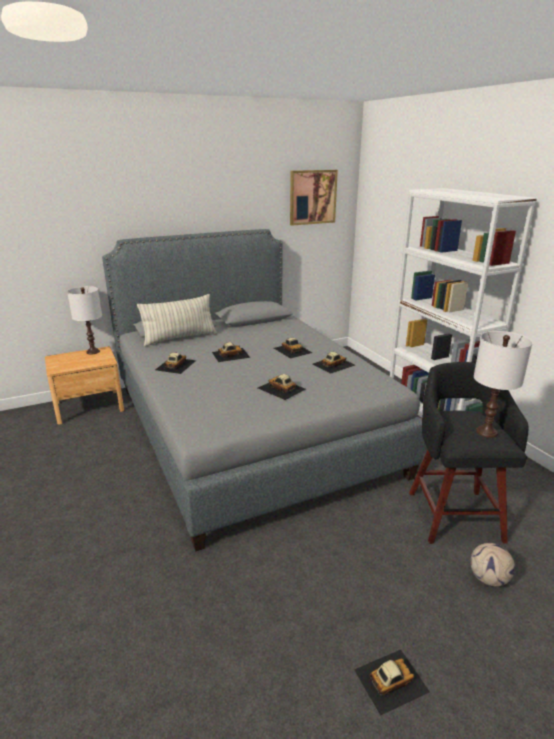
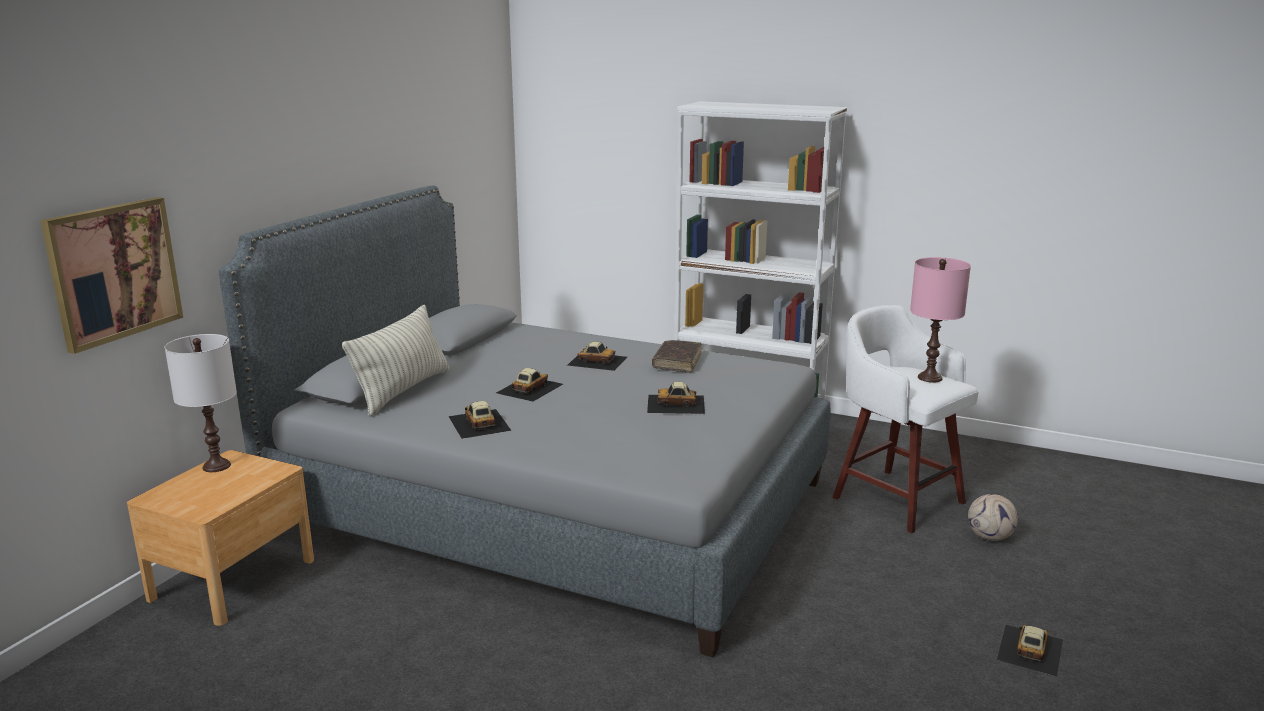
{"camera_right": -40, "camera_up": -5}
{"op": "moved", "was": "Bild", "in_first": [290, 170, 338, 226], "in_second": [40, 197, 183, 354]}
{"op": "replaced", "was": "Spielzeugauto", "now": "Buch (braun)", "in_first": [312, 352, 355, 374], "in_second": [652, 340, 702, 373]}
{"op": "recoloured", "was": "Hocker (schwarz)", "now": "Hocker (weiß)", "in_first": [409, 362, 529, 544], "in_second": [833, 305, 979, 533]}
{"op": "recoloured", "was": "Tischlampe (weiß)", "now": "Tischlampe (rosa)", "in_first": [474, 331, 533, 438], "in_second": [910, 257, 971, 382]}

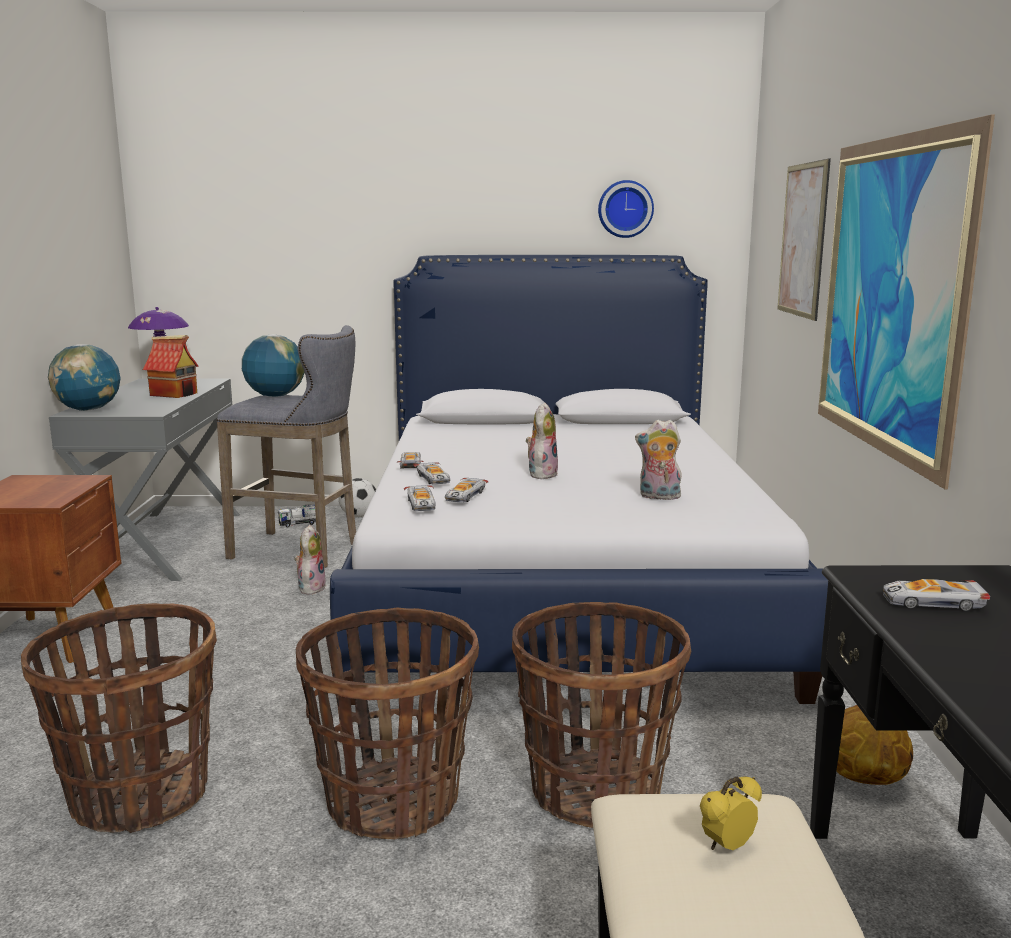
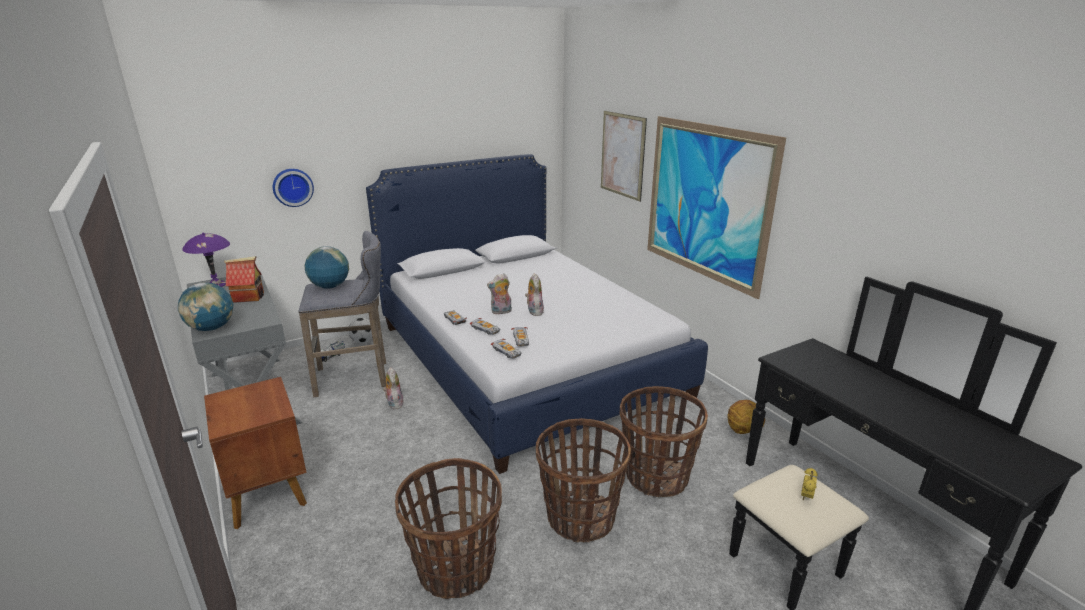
{"camera_right": -30, "camera_up": 10}
{"op": "moved", "was": "Wanduhr", "in_first": [598, 180, 654, 238], "in_second": [273, 169, 314, 207]}
{"op": "moved", "was": "Plüschtier", "in_first": [635, 420, 682, 500], "in_second": [487, 273, 512, 315]}
{"op": "removed", "was": "Spielzeugauto", "in_first": [883, 579, 990, 611]}

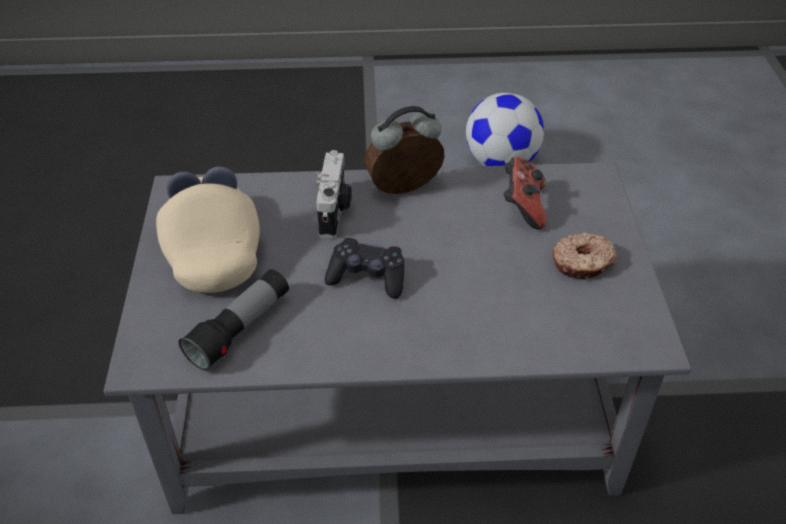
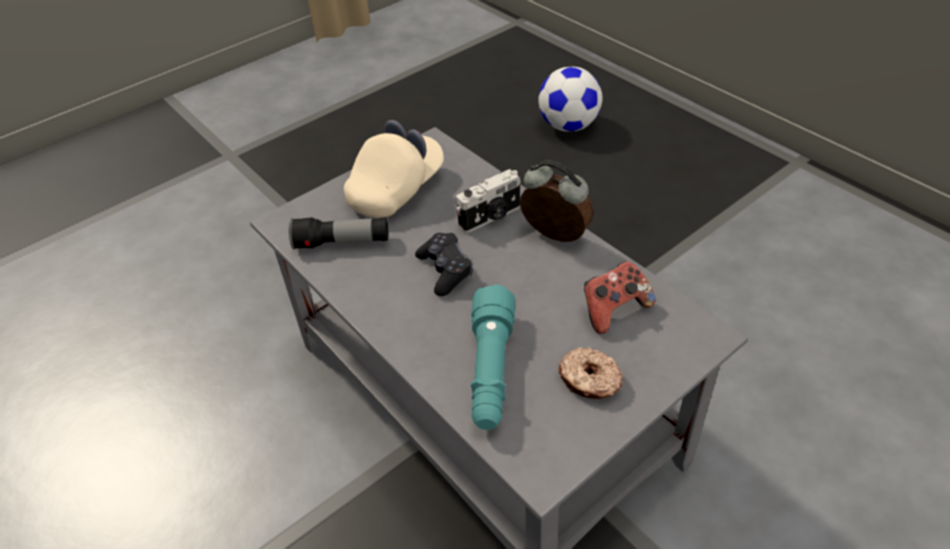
{"camera_right": 55, "camera_up": 0}
{"op": "added", "now": "Taschenlampe (türkis)", "in_second": [471, 285, 515, 430]}
{"op": "moved", "was": "Fußball", "in_first": [466, 93, 544, 166], "in_second": [538, 67, 602, 132]}

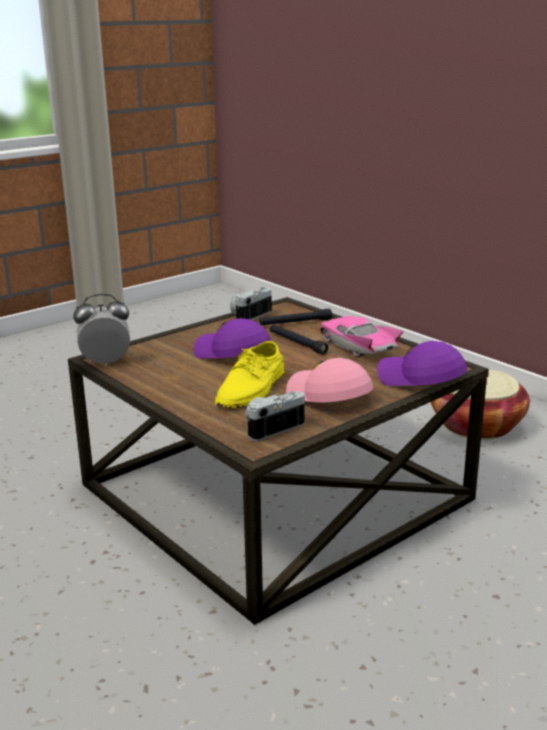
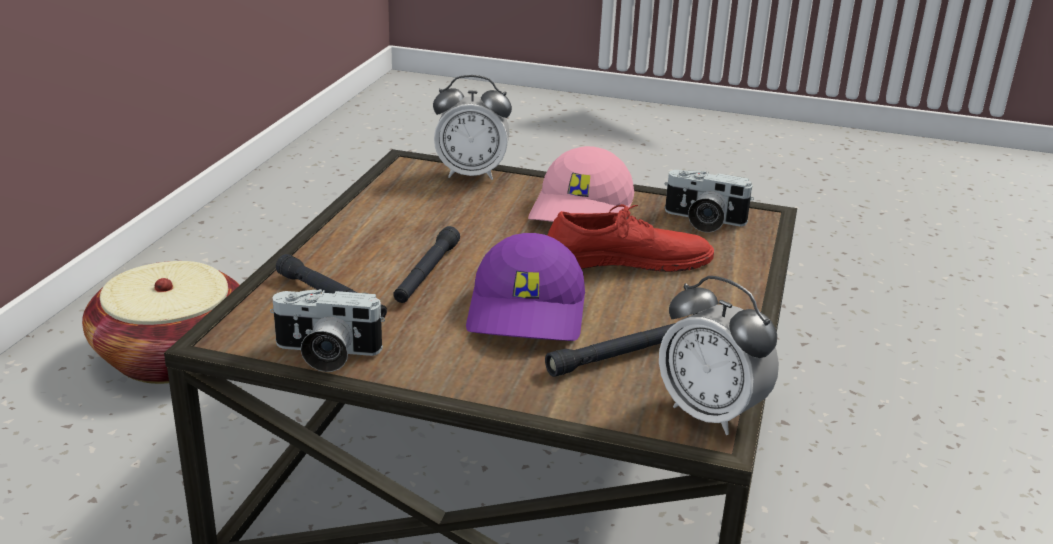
{"camera_right": -125, "camera_up": 5}
{"op": "replaced", "was": "Kappe (lila)", "now": "Wecker", "in_first": [377, 341, 467, 386], "in_second": [433, 75, 512, 180]}
{"op": "added", "now": "Taschenlampe (schwarz)", "in_second": [545, 323, 675, 377]}
{"op": "recoloured", "was": "Schuh (gelb)", "now": "Schuh (rot)", "in_first": [215, 341, 284, 408], "in_second": [547, 204, 714, 272]}
{"op": "removed", "was": "Spielzeugauto (rosa)", "in_first": [320, 316, 404, 357]}

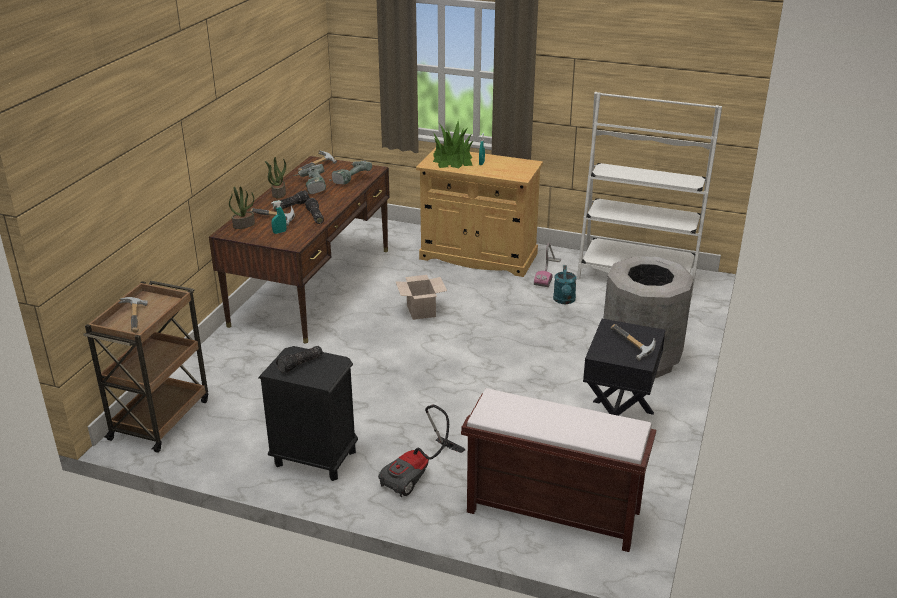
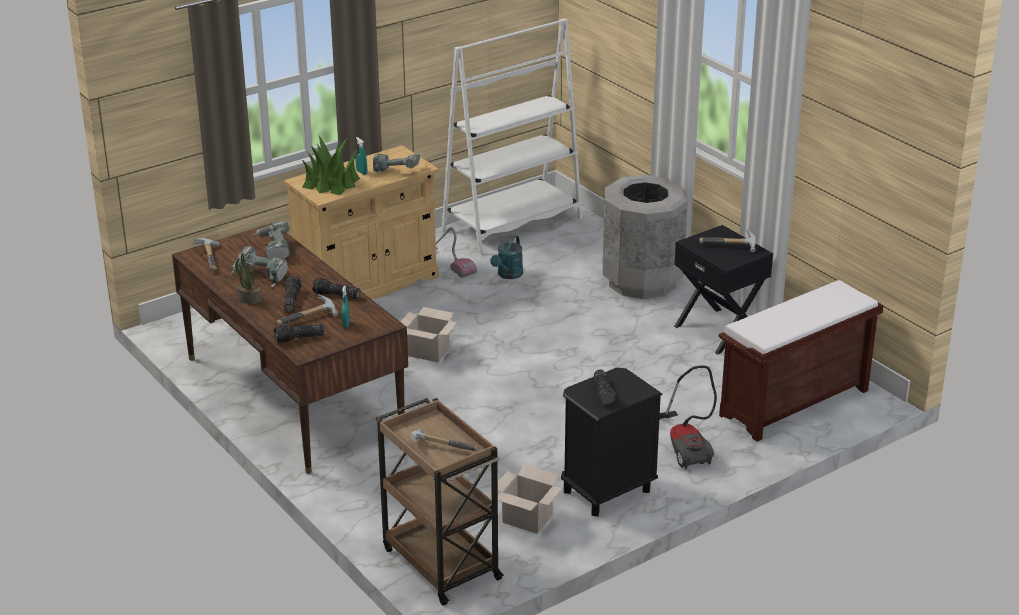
{"camera_right": -55, "camera_up": 0}
{"op": "replaced", "was": "Topfpflanze", "now": "Taschenlampe", "in_first": [229, 187, 255, 229], "in_second": [274, 324, 324, 343]}
{"op": "added", "now": "Bohrmaschine", "in_second": [373, 153, 420, 172]}
{"op": "turned", "was": "Gießkanne (türkis)", "in_first": [553, 265, 577, 304], "in_second": [490, 236, 523, 279], "clockwise": 75}
{"op": "added", "now": "Karton", "in_second": [498, 464, 562, 534]}

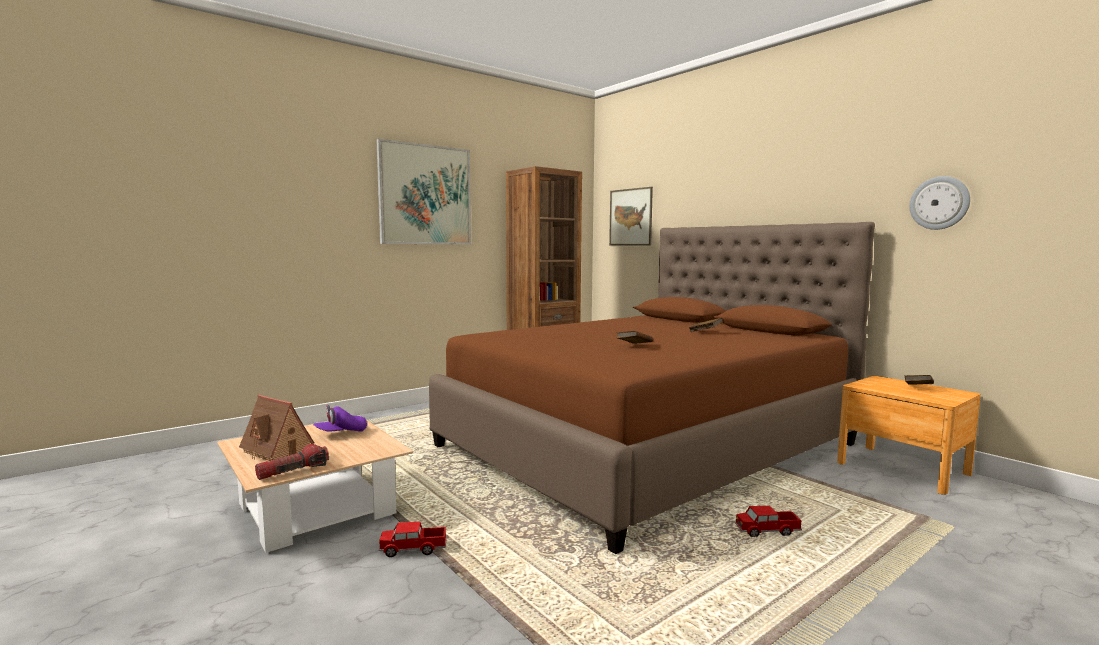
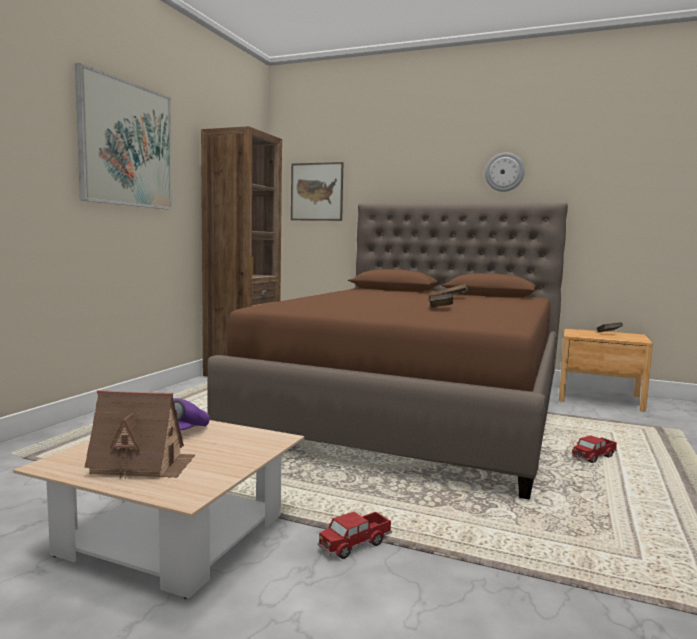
{"camera_right": -30, "camera_up": 0}
{"op": "moved", "was": "Wanduhr", "in_first": [909, 176, 970, 230], "in_second": [485, 153, 525, 192]}
{"op": "removed", "was": "Taschenlampe", "in_first": [255, 444, 329, 480]}

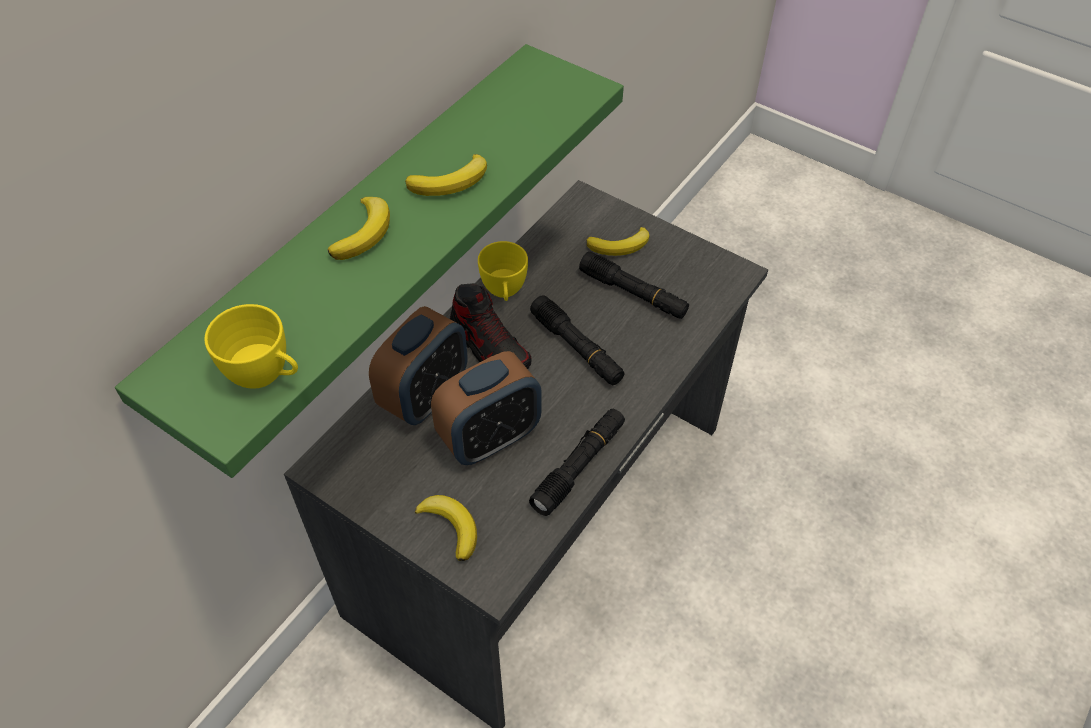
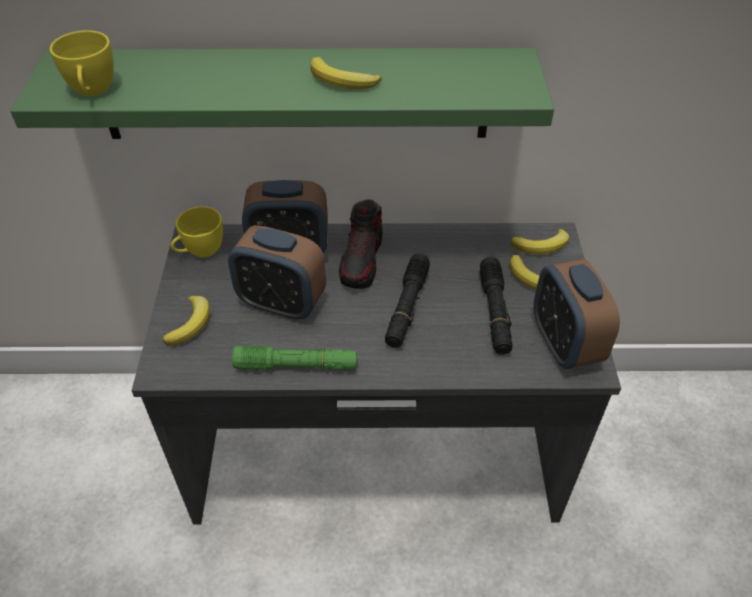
{"camera_right": 55, "camera_up": -5}
{"op": "moved", "was": "Tasse (gelb)", "in_first": [478, 241, 528, 301], "in_second": [171, 206, 223, 257]}
{"op": "recoloured", "was": "Taschenlampe (schwarz)", "now": "Taschenlampe (grün)", "in_first": [529, 409, 625, 516], "in_second": [232, 345, 358, 370]}
{"op": "moved", "was": "Banane", "in_first": [327, 197, 390, 260], "in_second": [511, 229, 569, 254]}
{"op": "added", "now": "Wecker", "in_second": [534, 259, 620, 369]}

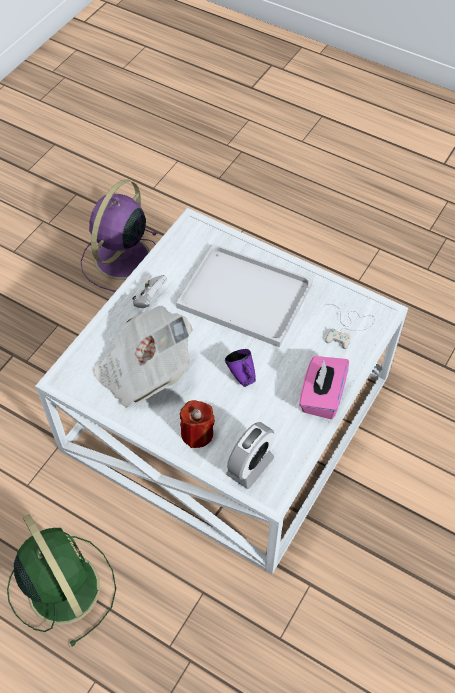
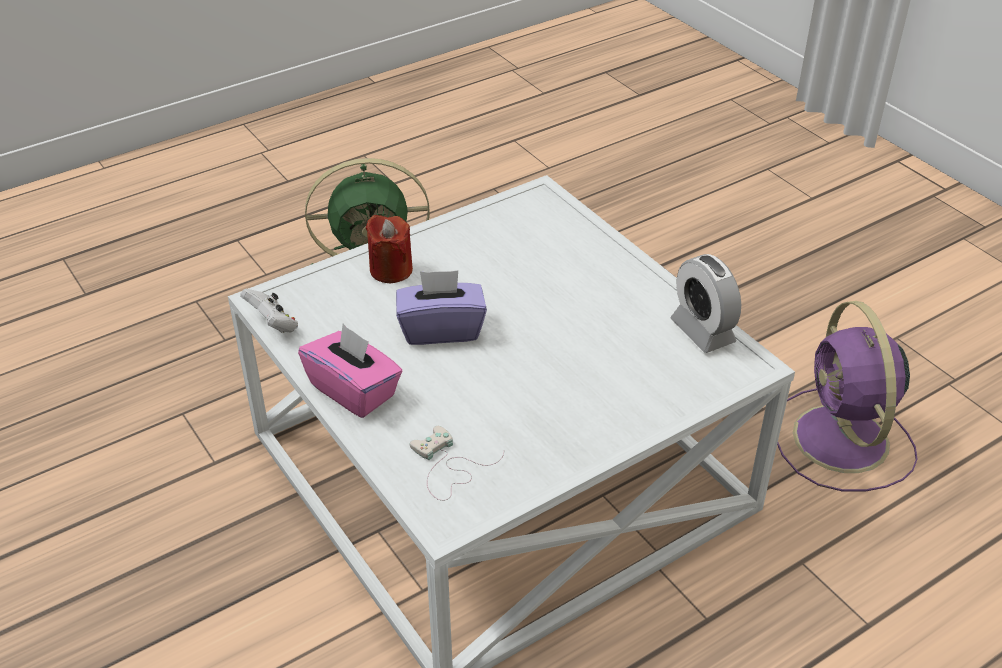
{"camera_right": 115, "camera_up": -15}
{"op": "moved", "was": "Gamepad (weiß)", "in_first": [132, 275, 167, 308], "in_second": [240, 289, 298, 333]}
{"op": "replaced", "was": "Henkelbecher (lila)", "now": "Taschentuchbox (lila)", "in_first": [225, 349, 256, 387], "in_second": [396, 270, 487, 345]}
{"op": "moved", "was": "Wecker", "in_first": [226, 422, 274, 489], "in_second": [671, 254, 741, 353]}
{"op": "turned", "was": "Ventilator (lila)", "in_first": [81, 179, 158, 292], "in_second": [777, 301, 918, 492], "clockwise": -150}
{"op": "removed", "was": "Zeitung", "in_first": [93, 306, 192, 408]}
{"op": "removed", "was": "Tablett (weiß)", "in_first": [176, 244, 313, 347]}

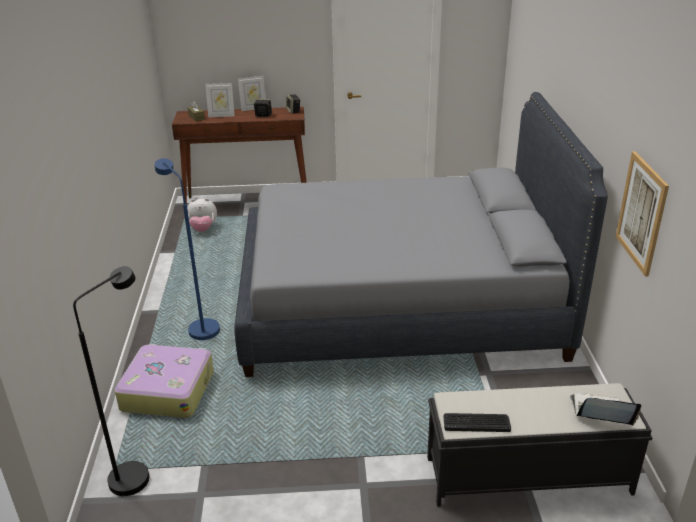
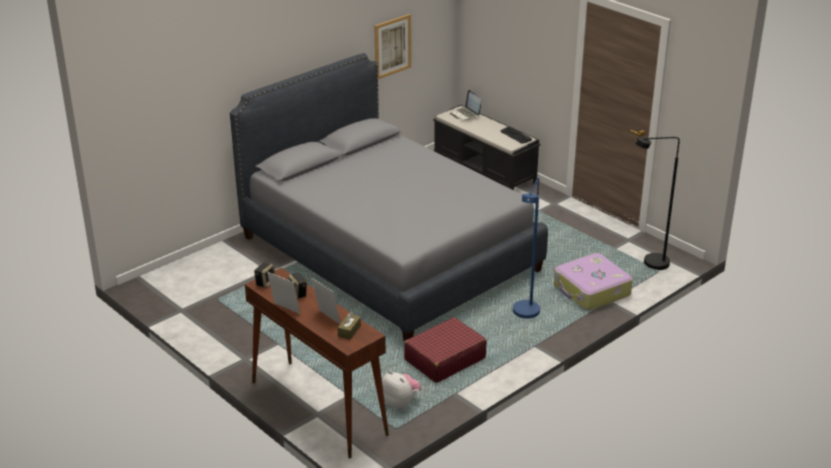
{"camera_right": -130, "camera_up": 0}
{"op": "added", "now": "Koffer (rot)", "in_second": [404, 317, 487, 383]}

